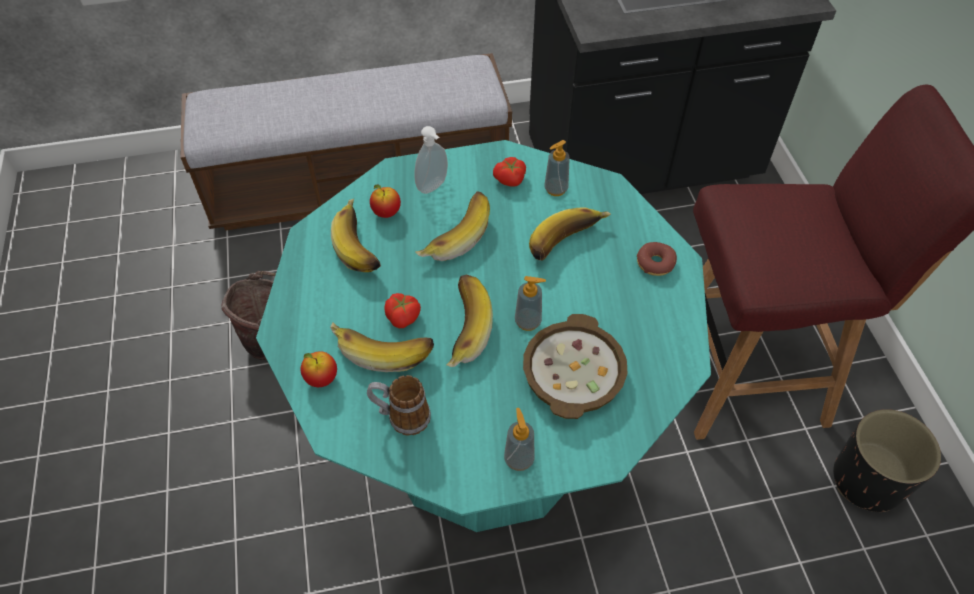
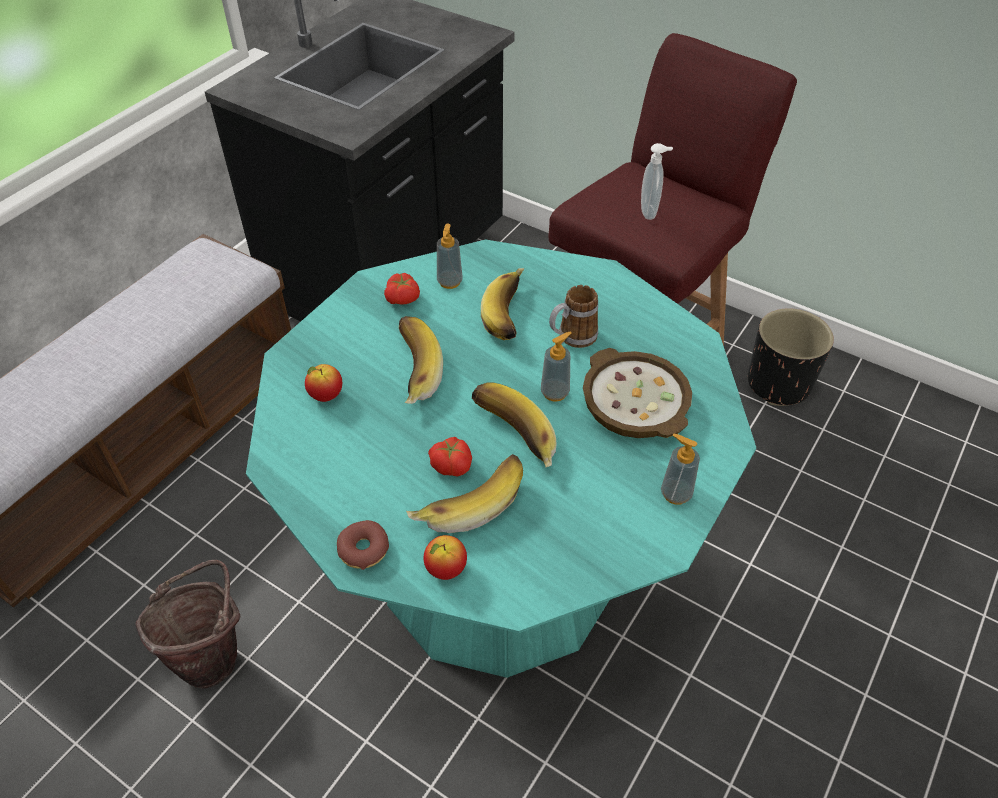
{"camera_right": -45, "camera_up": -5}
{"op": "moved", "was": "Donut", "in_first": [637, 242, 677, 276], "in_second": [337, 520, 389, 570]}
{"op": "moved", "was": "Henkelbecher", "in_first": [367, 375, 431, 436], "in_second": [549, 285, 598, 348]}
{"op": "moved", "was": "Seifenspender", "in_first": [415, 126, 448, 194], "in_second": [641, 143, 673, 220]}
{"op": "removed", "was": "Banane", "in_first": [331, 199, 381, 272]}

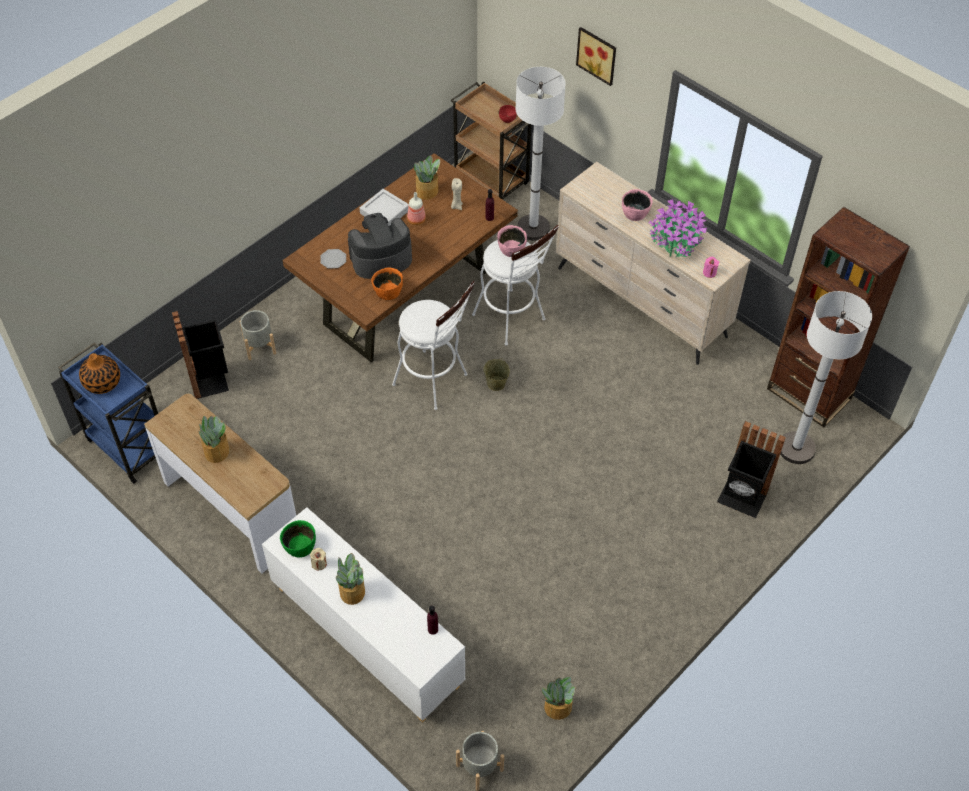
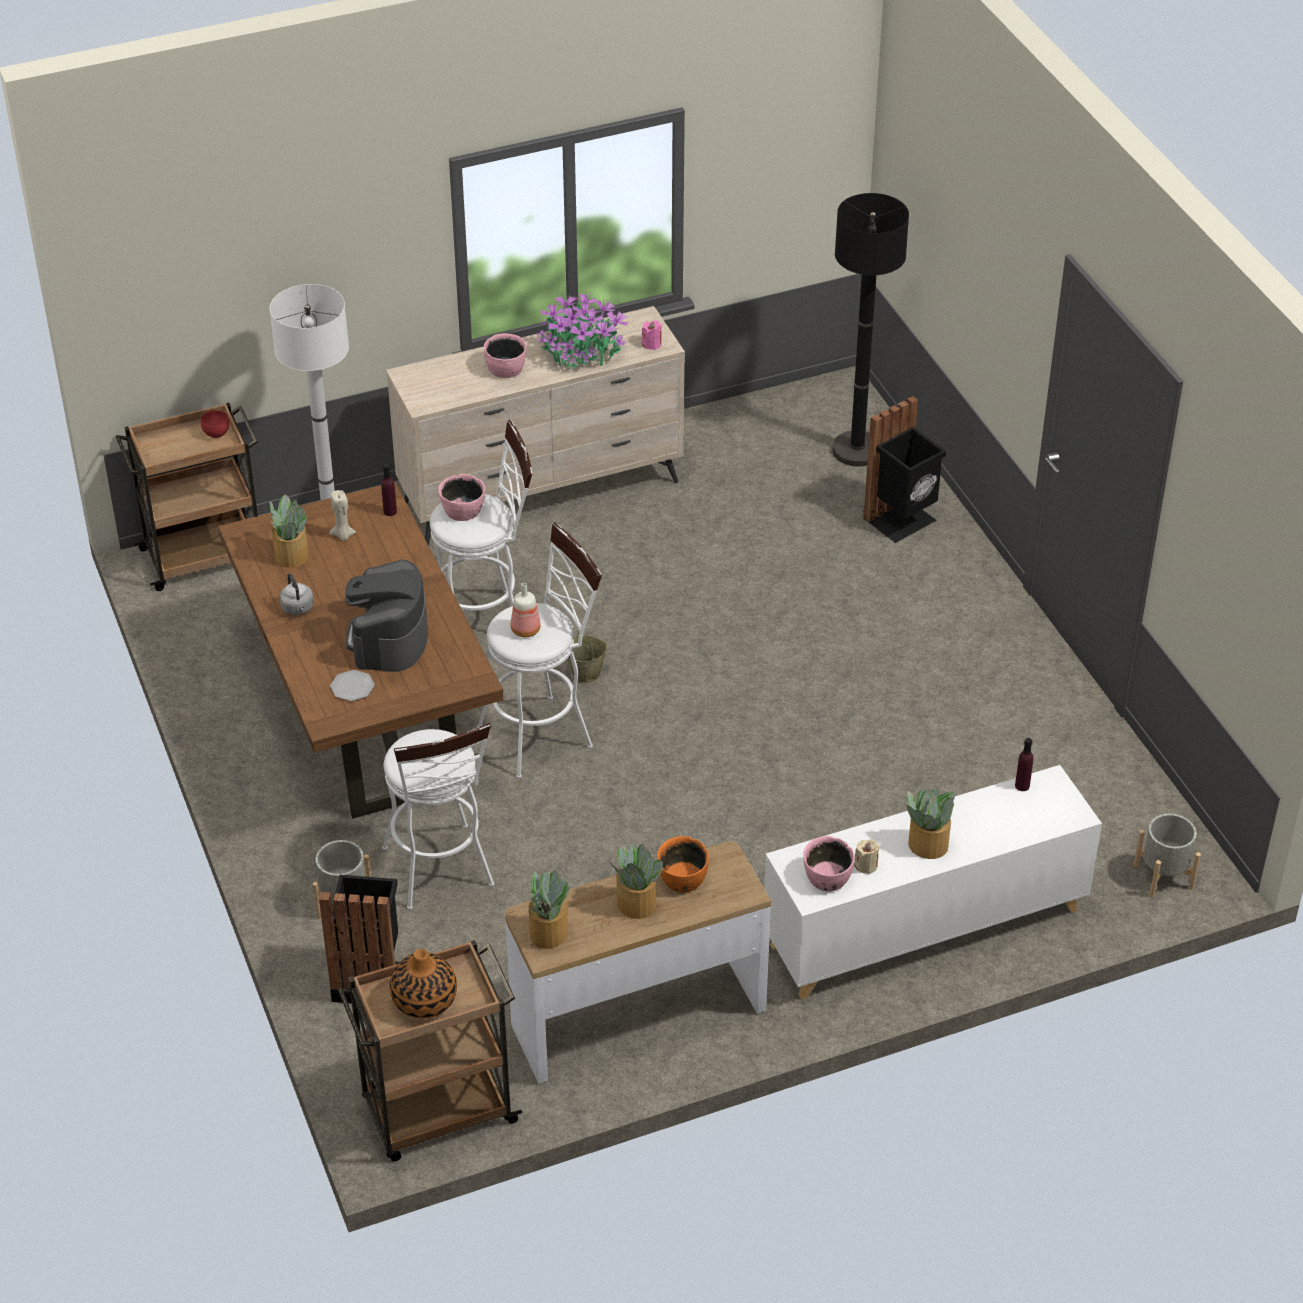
{"camera_right": -65, "camera_up": -10}
{"op": "replaced", "was": "Tablett (grau)", "now": "Wasserkessel (grau)", "in_first": [360, 189, 409, 226], "in_second": [279, 573, 314, 615]}
{"op": "recoloured", "was": "Rollwagen (blau)", "now": "Rollwagen (braun)", "in_first": [58, 342, 158, 483], "in_second": [338, 940, 523, 1161]}
{"op": "added", "now": "Hocker (weiß)", "in_second": [382, 723, 494, 910]}
{"op": "moved", "was": "Flasche", "in_first": [407, 192, 426, 225], "in_second": [511, 583, 541, 637]}
{"op": "moved", "was": "Topfpflanze", "in_first": [541, 677, 575, 720], "in_second": [529, 870, 570, 949]}
{"op": "moved", "was": "Schüssel (orange)", "in_first": [371, 268, 403, 300], "in_second": [657, 836, 709, 893]}
{"op": "recoloured", "was": "Schüssel (grün)", "now": "Schüssel (rosa)", "in_first": [280, 520, 316, 557], "in_second": [804, 836, 854, 891]}
{"op": "recoloured", "was": "Stehlampe (weiß)", "now": "Stehlampe (schwarz)", "in_first": [780, 291, 872, 464], "in_second": [832, 193, 909, 467]}
{"op": "removed", "was": "Bild", "in_first": [576, 27, 616, 86]}
{"op": "removed", "was": "Bücherregal (braun)", "in_first": [767, 207, 910, 427]}

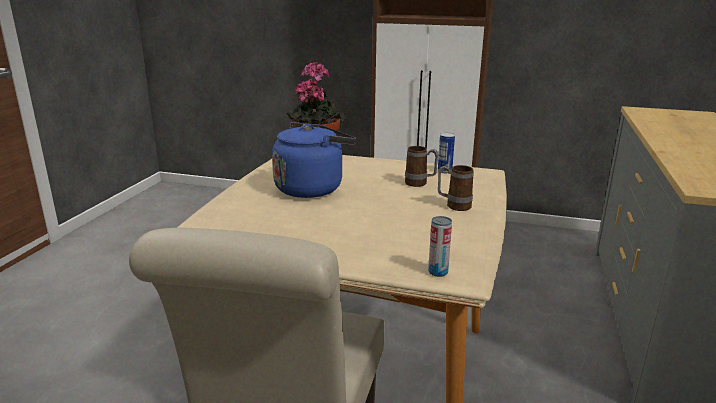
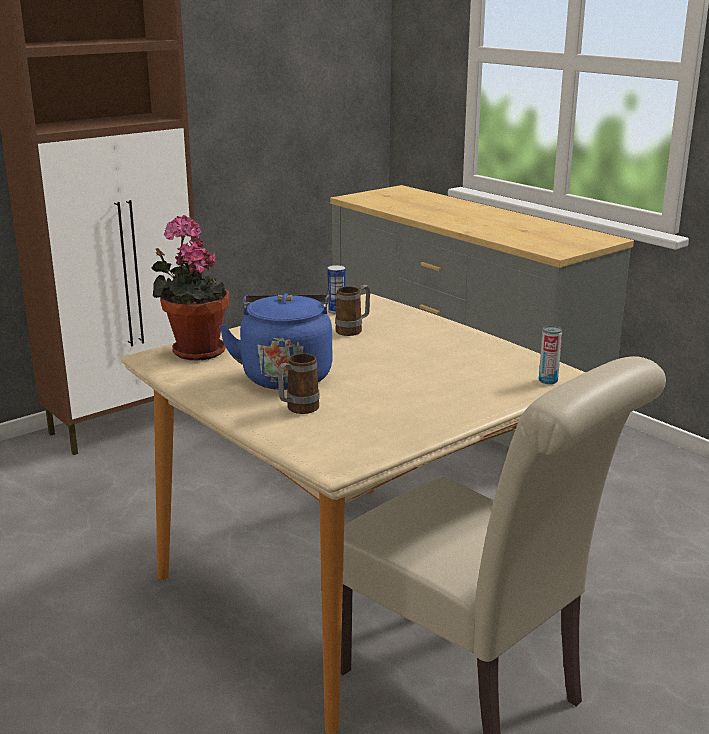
{"camera_right": -55, "camera_up": 0}
{"op": "moved", "was": "Henkelbecher", "in_first": [438, 165, 474, 211], "in_second": [277, 353, 320, 414]}

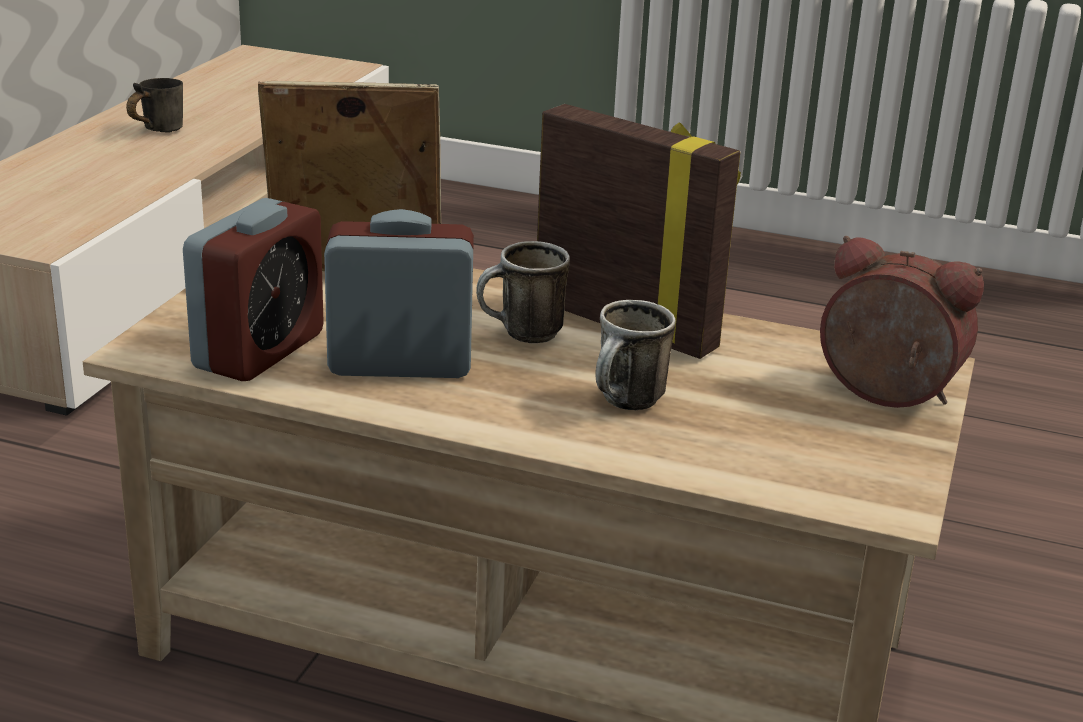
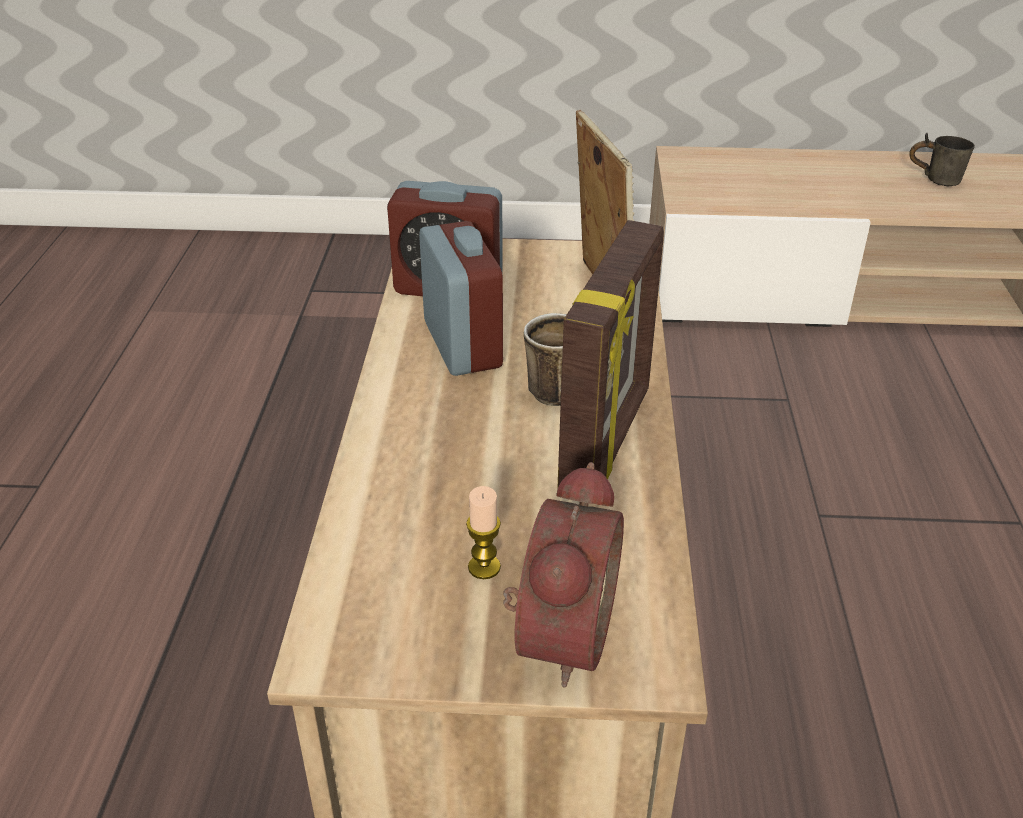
{"camera_right": 75, "camera_up": 10}
{"op": "added", "now": "Kerze", "in_second": [466, 486, 501, 579]}
{"op": "removed", "was": "Henkelbecher", "in_first": [596, 300, 676, 410]}

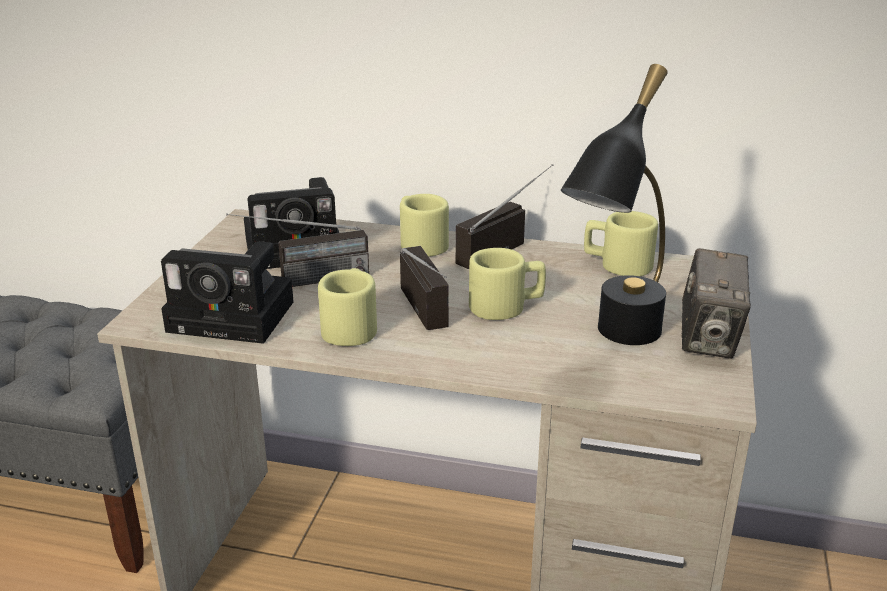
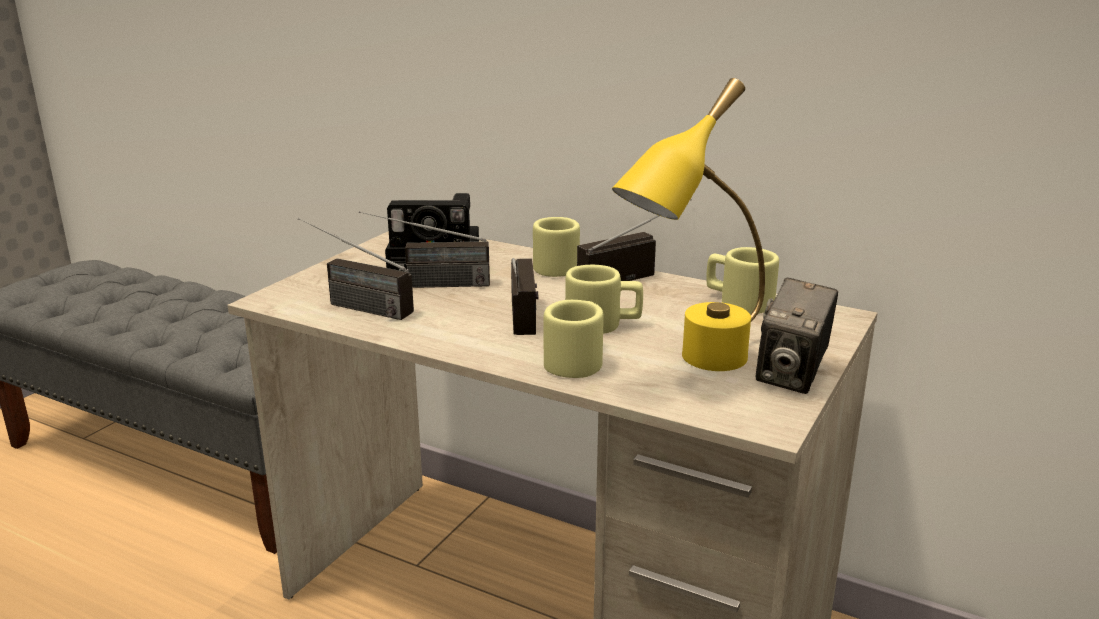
{"camera_right": 15, "camera_up": -5}
{"op": "replaced", "was": "Kamera", "now": "Radio", "in_first": [161, 241, 294, 344], "in_second": [298, 218, 414, 320]}
{"op": "moved", "was": "Henkelbecher (beige)", "in_first": [318, 268, 377, 346], "in_second": [544, 300, 604, 378]}
{"op": "recoloured", "was": "Tischlampe (schwarz)", "now": "Tischlampe (gelb)", "in_first": [561, 64, 668, 345], "in_second": [612, 78, 765, 371]}

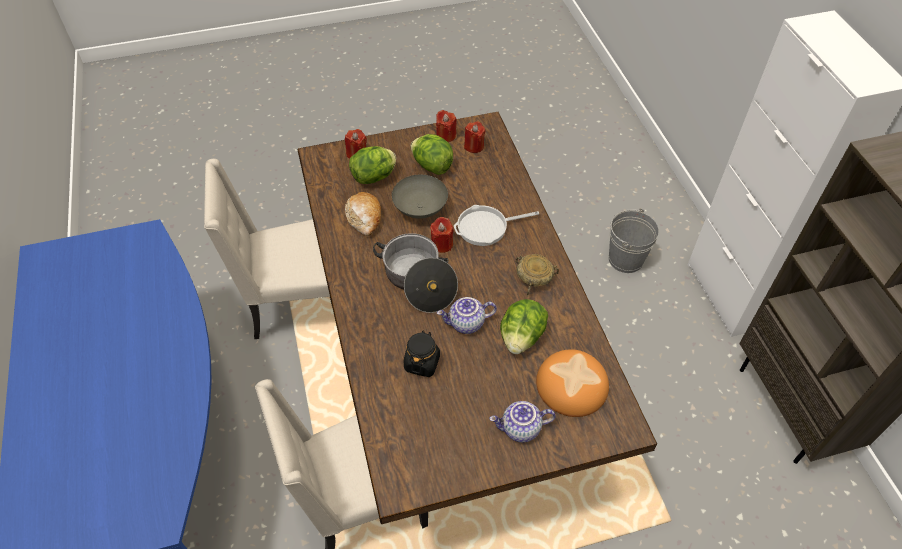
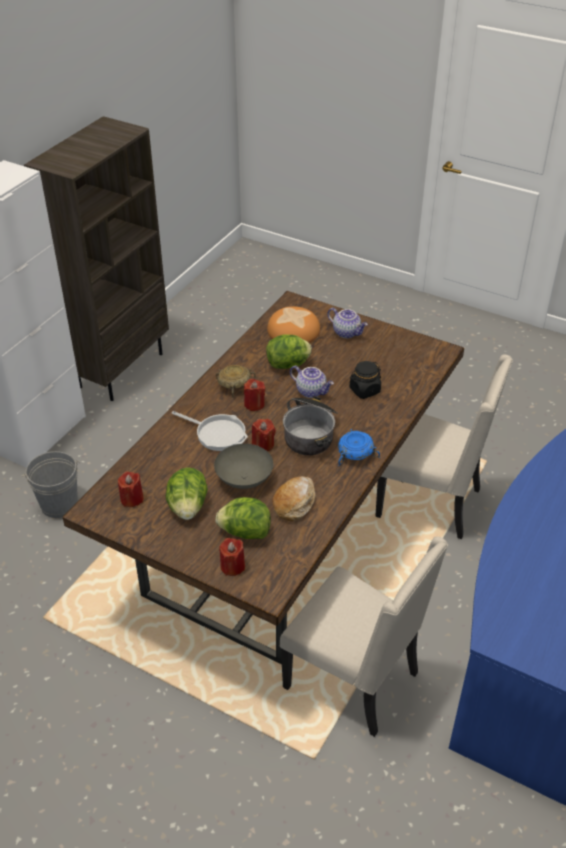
{"camera_right": -135, "camera_up": -10}
{"op": "moved", "was": "Kerze (rot)", "in_first": [436, 110, 457, 142], "in_second": [244, 379, 265, 411]}
{"op": "added", "now": "Schüssel (blau)", "in_second": [338, 429, 380, 466]}

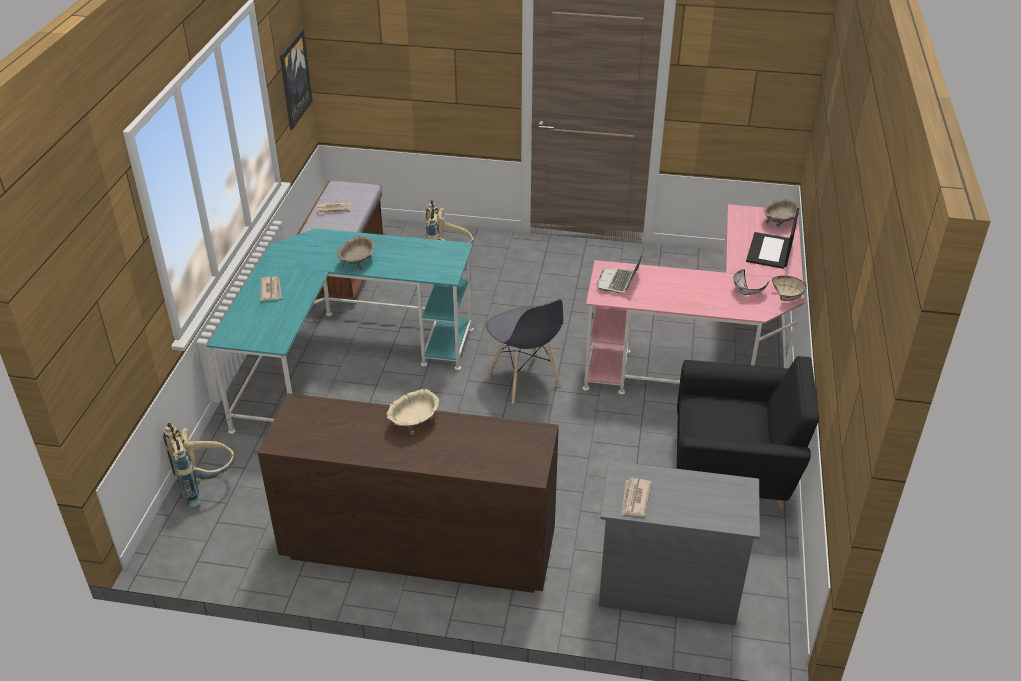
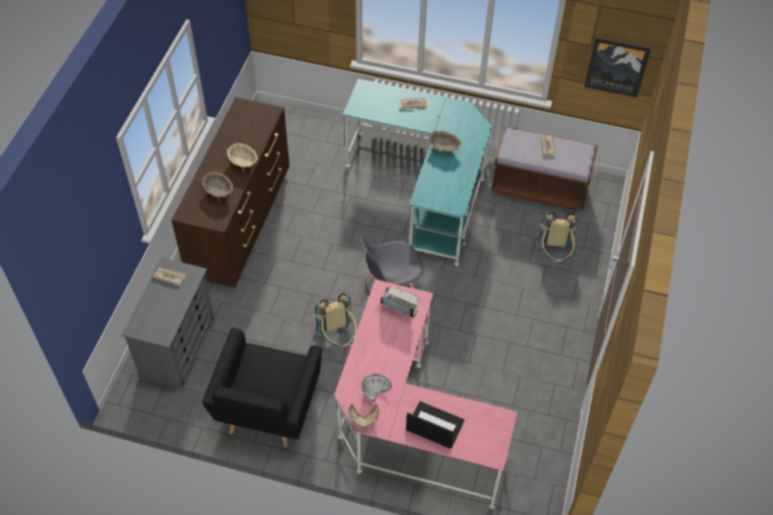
{"camera_right": 95, "camera_up": 15}
{"op": "moved", "was": "Schüssel (beige)", "in_first": [764, 198, 801, 226], "in_second": [202, 171, 233, 202]}
{"op": "moved", "was": "Rucksack (beige)", "in_first": [163, 423, 235, 507], "in_second": [315, 293, 358, 347]}

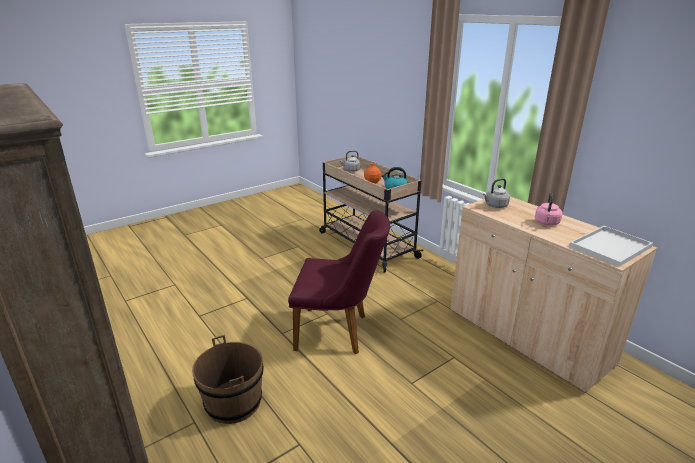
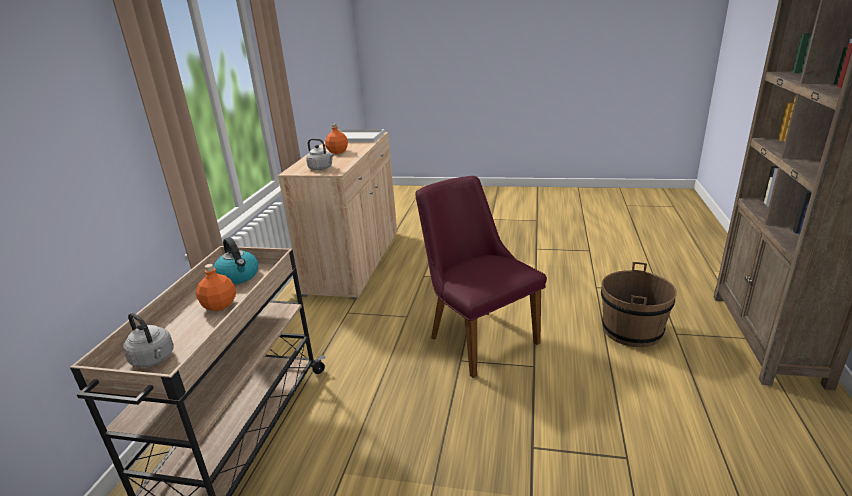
{"camera_right": -130, "camera_up": 0}
{"op": "replaced", "was": "Wasserkessel (rosa)", "now": "Flasche (orange)", "in_first": [535, 193, 563, 226], "in_second": [325, 124, 348, 154]}

